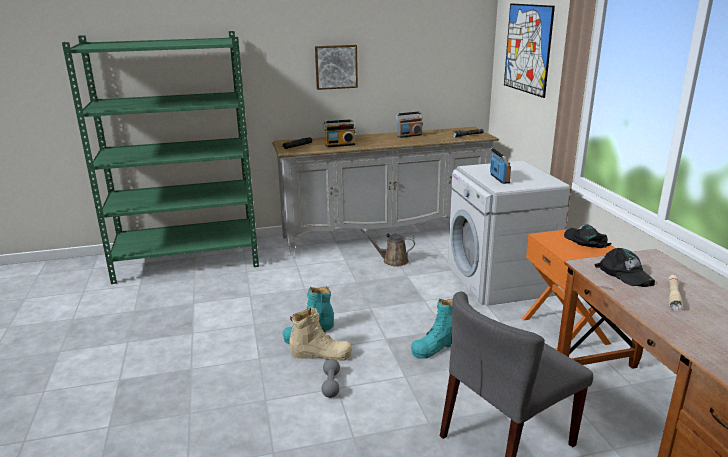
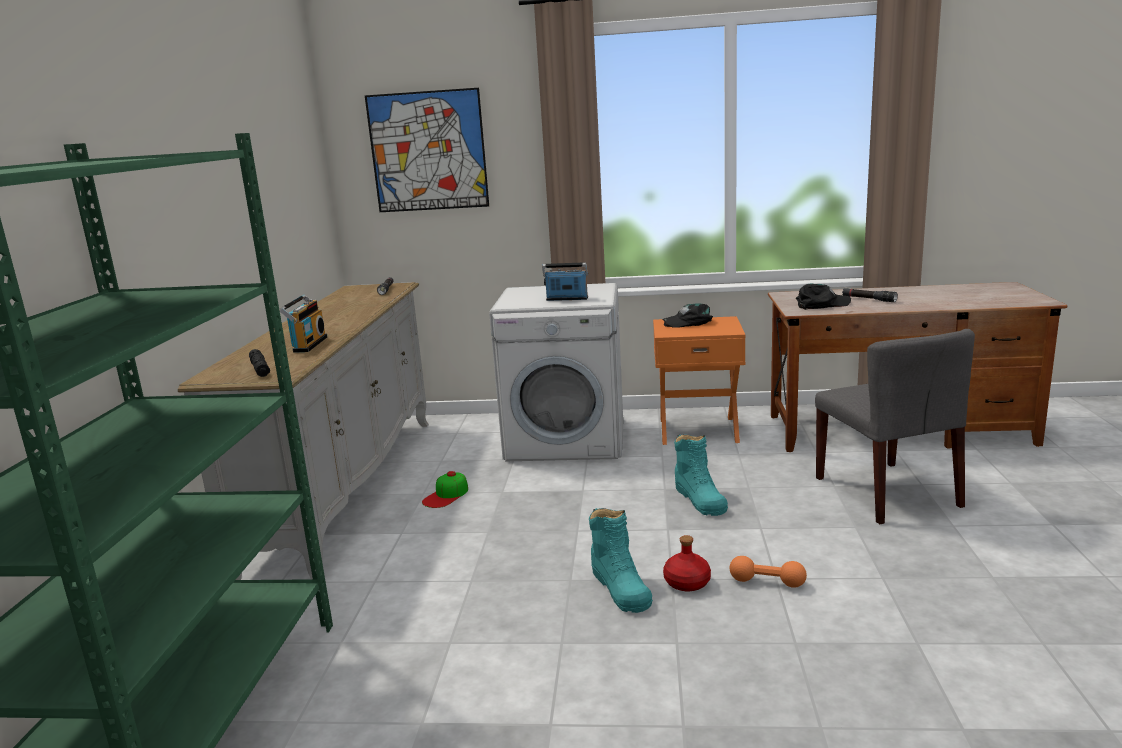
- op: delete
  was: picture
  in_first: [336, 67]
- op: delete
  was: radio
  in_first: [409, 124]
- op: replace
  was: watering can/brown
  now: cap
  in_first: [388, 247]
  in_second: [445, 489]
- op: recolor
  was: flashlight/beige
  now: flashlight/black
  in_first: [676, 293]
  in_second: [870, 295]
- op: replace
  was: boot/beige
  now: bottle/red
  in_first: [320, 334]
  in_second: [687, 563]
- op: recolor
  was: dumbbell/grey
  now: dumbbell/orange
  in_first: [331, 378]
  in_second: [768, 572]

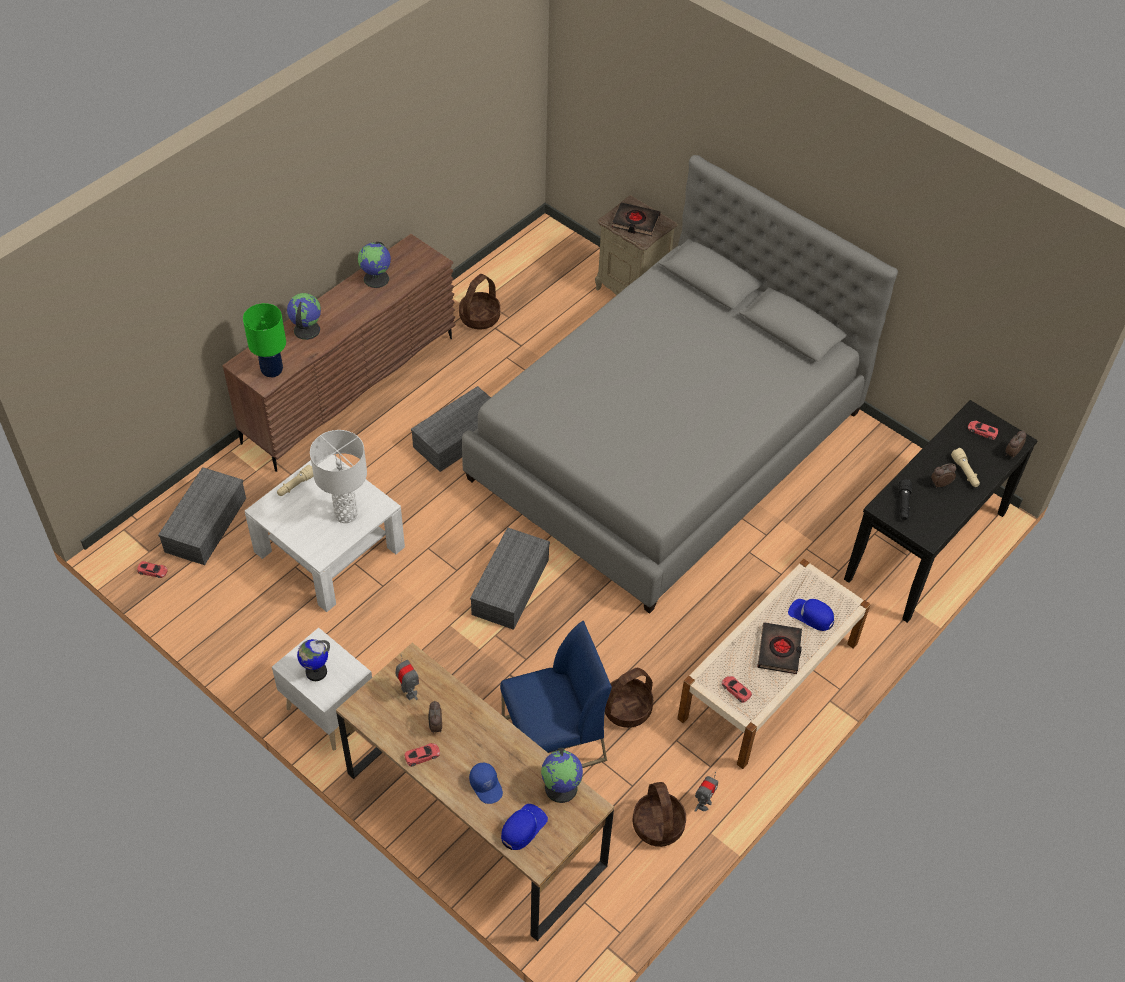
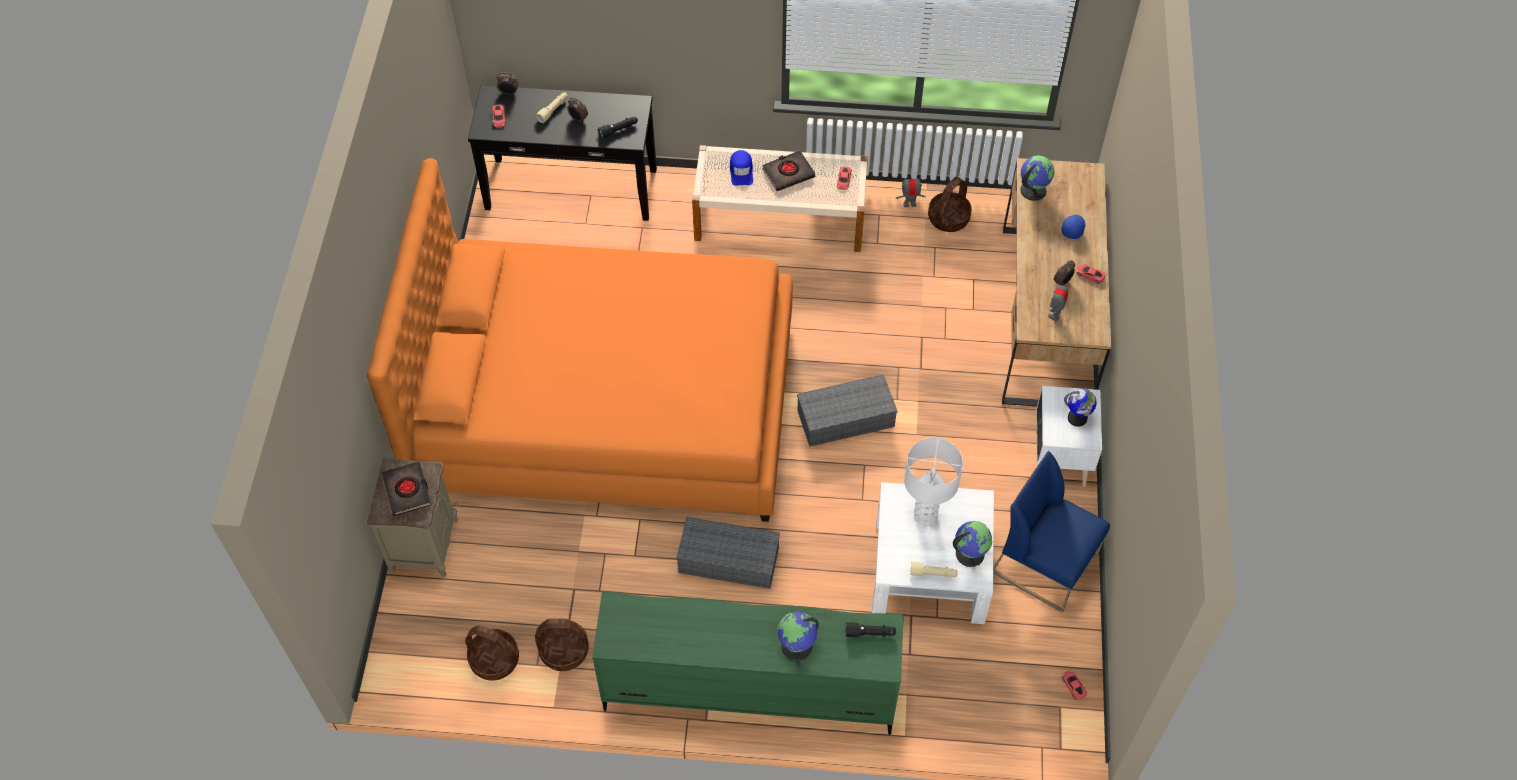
- op: recolor
  was: bed/grey
  now: bed/orange
  in_first: [680, 384]
  in_second: [580, 340]
- op: recolor
  was: dresser/brown
  now: dresser/green
  in_first: [339, 353]
  in_second: [748, 663]
- op: move
  was: globe
  in_first: [374, 265]
  in_second: [972, 544]
- op: replace
  was: table lamp/green
  now: flashlight/black
  in_first: [264, 340]
  in_second: [871, 629]
- op: delete
  was: storage box/grey
  in_first: [202, 516]
- op: move
  was: chair/blue
  in_first: [556, 694]
  in_second: [1051, 532]
- op: move
  was: basket
  in_first: [629, 698]
  in_second: [492, 653]
- op: delete
  was: cap/blue
  in_first: [524, 827]

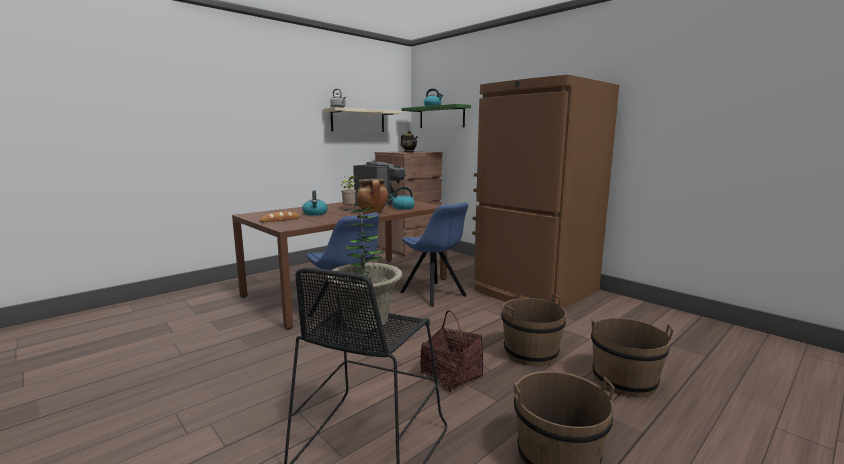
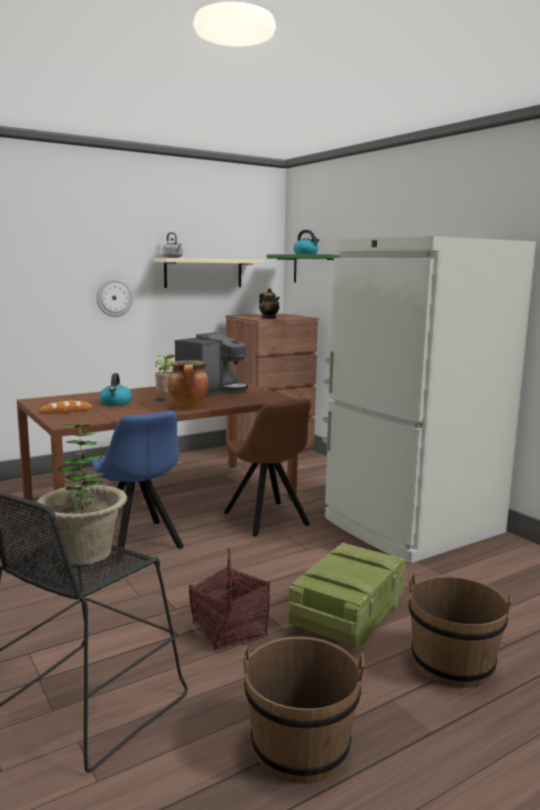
- op: recolor
  was: fridge/brown
  now: fridge/white
  in_first: [545, 191]
  in_second: [429, 399]
- op: delete
  was: kettle
  in_first: [402, 198]
- op: recolor
  was: chair/blue
  now: chair/brown
  in_first: [434, 254]
  in_second: [267, 467]
- op: replace
  was: bucket/brown
  now: crate
  in_first: [534, 330]
  in_second: [347, 595]
- op: insert
  now: wall clock
  in_second: [114, 298]

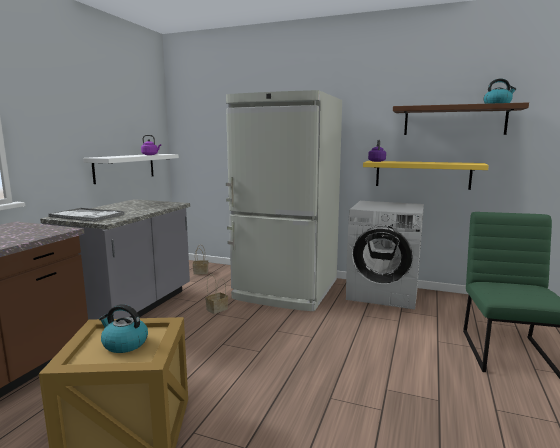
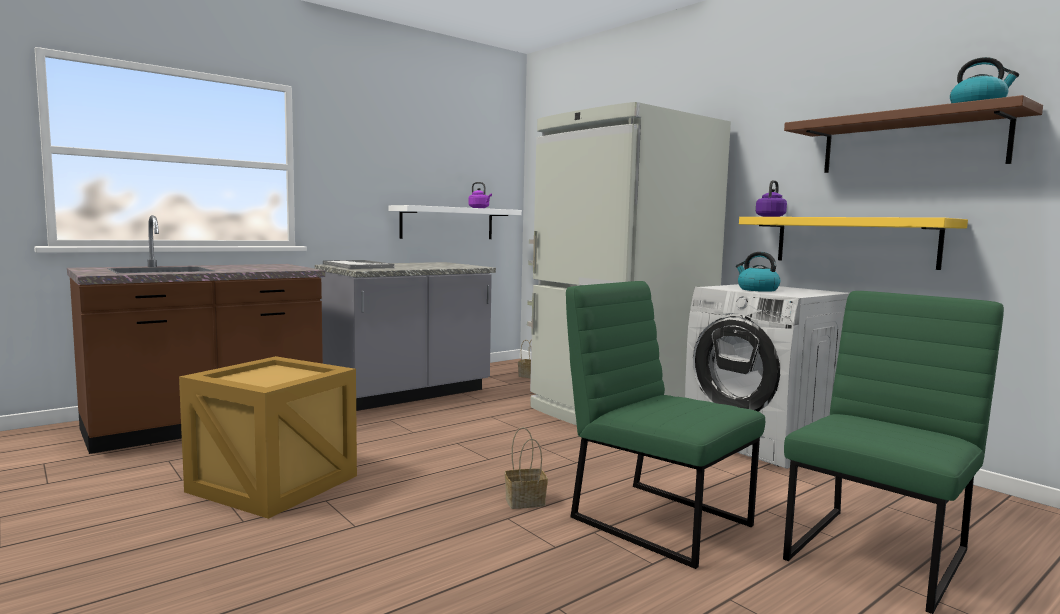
- op: move
  was: basket
  in_first: [216, 294]
  in_second: [526, 468]
- op: move
  was: kettle
  in_first: [123, 328]
  in_second: [758, 272]
- op: insert
  now: chair/green
  in_second: [665, 425]

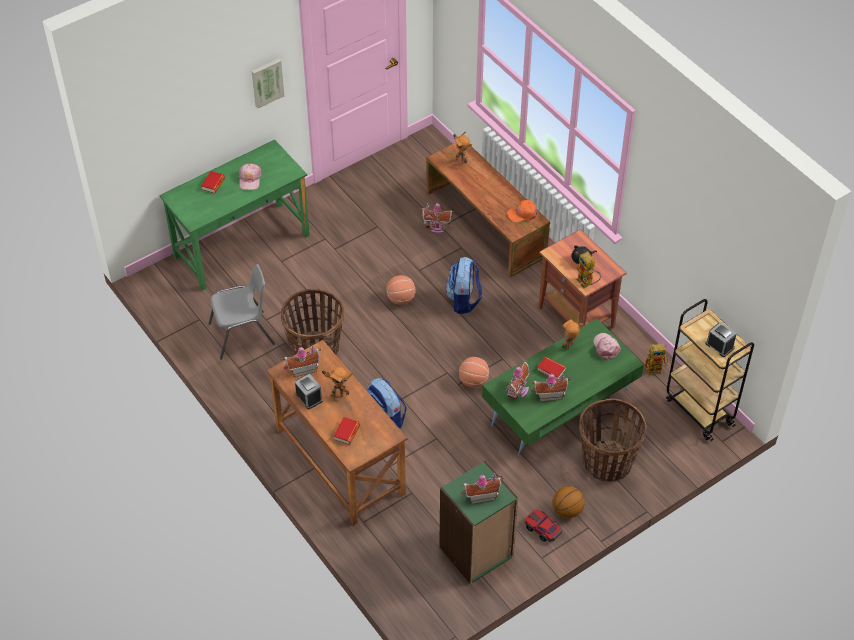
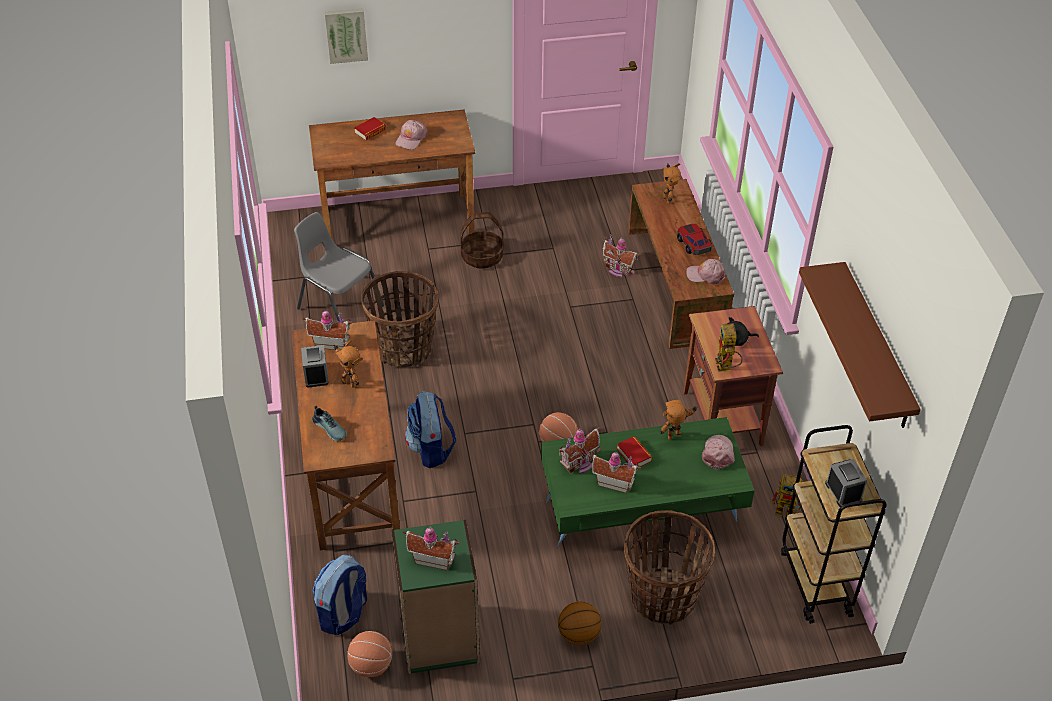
- op: move
  was: picture
  in_first: [268, 83]
  in_second: [346, 36]
- op: recolor
  was: desk/green
  now: desk/brown
  in_first: [234, 215]
  in_second: [392, 173]
- op: recolor
  was: cap/orange
  now: cap/pink
  in_first: [523, 211]
  in_second: [706, 271]
- op: move
  was: backpack
  in_first: [463, 285]
  in_second: [339, 595]
- op: rotate
  was: chair/grey
  in_first: [241, 312]
  in_second: [339, 266]
  clockwise: -150
- op: move
  was: basketball
  in_first: [400, 290]
  in_second: [369, 654]
- op: replace
  was: book
  now: shoe
  in_first: [347, 431]
  in_second: [329, 423]
- op: move
  was: toy car
  in_first: [543, 525]
  in_second: [694, 239]
- op: insert
  now: basket
  in_second: [482, 240]
- op: insert
  now: shelf/brown
  in_second: [860, 345]

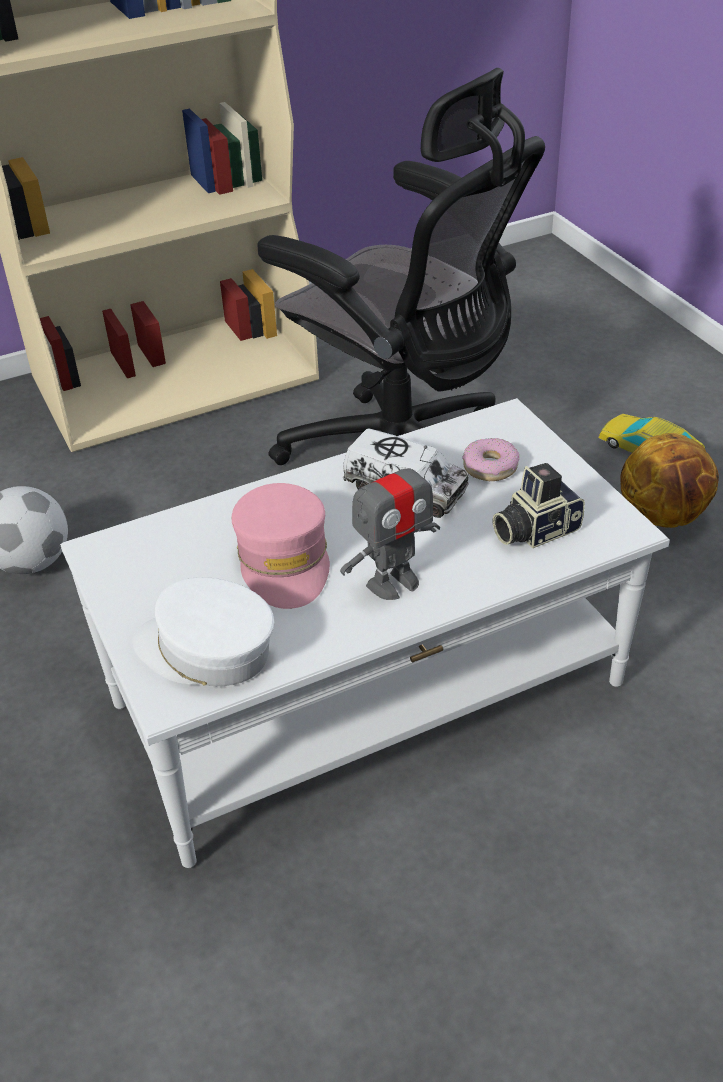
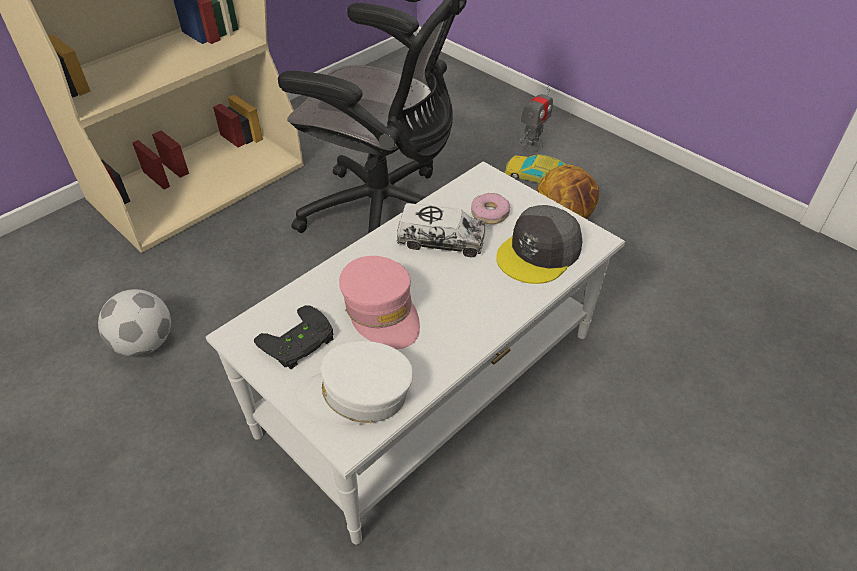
- op: move
  was: toy robot
  in_first: [390, 522]
  in_second: [536, 117]
- op: replace
  was: photo camera
  now: cap/grey
  in_first: [538, 505]
  in_second: [539, 244]
- op: insert
  now: game controller/black
  in_second: [293, 337]

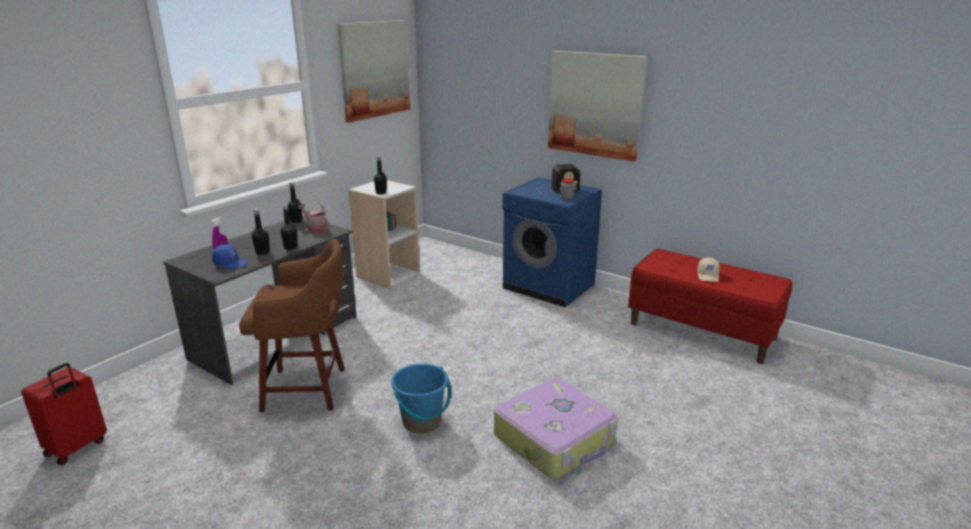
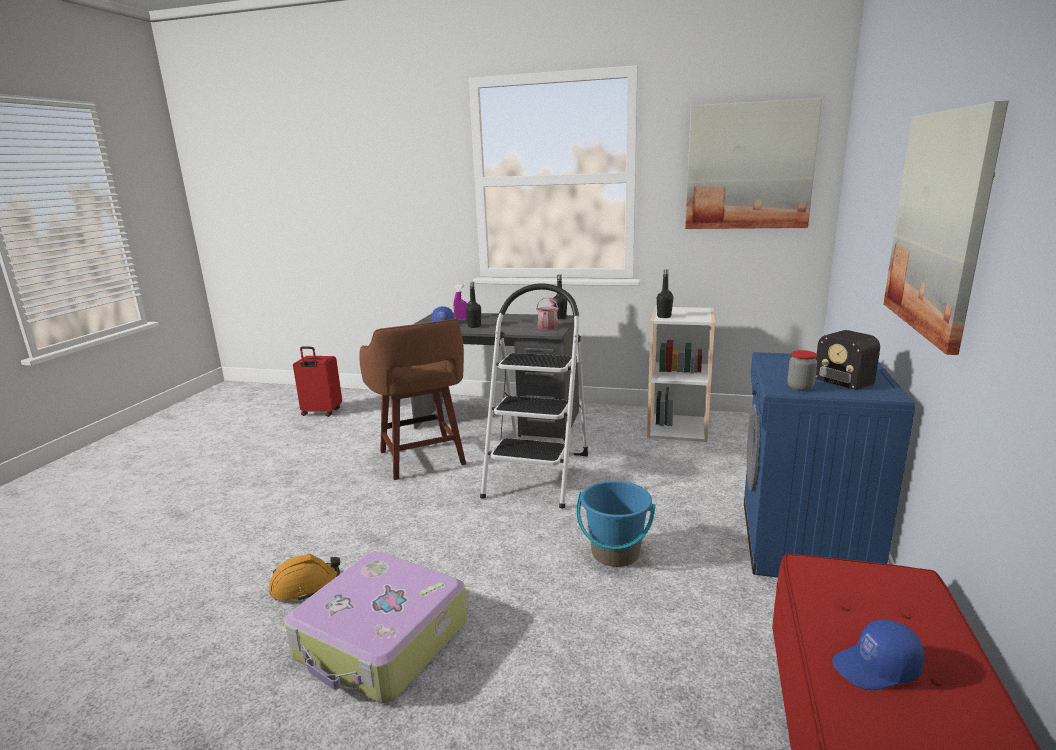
- op: delete
  was: bottle/black
  in_first: [288, 227]
- op: recolor
  was: cap/beige
  now: cap/blue
  in_first: [708, 269]
  in_second: [878, 654]
- op: move
  was: bucket/blue
  in_first: [421, 398]
  in_second: [616, 524]
- op: insert
  now: step ladder
  in_second: [534, 395]
- op: insert
  now: hard hat/orange
  in_second: [304, 577]

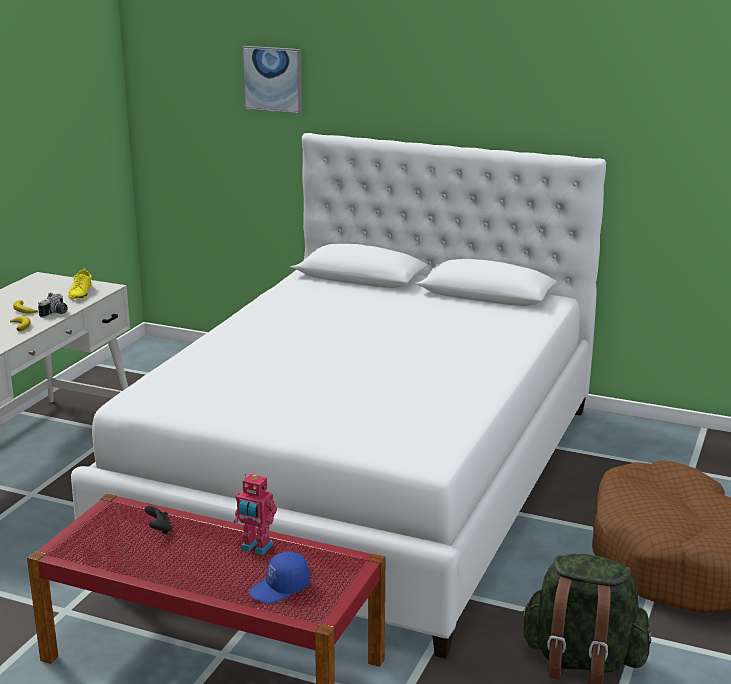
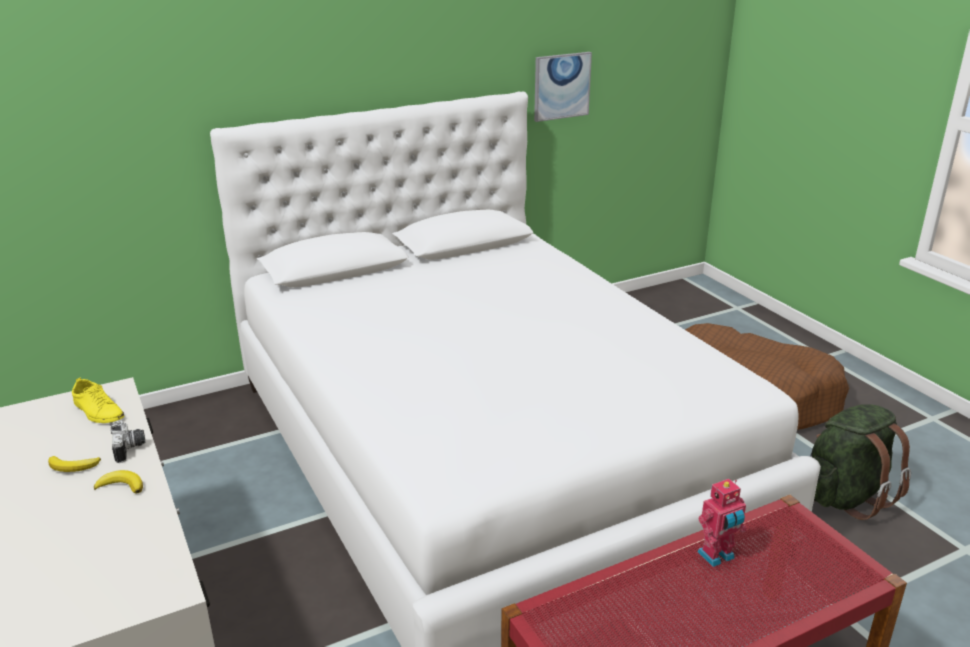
- op: move
  was: picture
  in_first: [272, 80]
  in_second: [563, 87]
- op: delete
  was: game controller/black
  in_first: [158, 520]
- op: delete
  was: cap/blue
  in_first: [279, 578]

